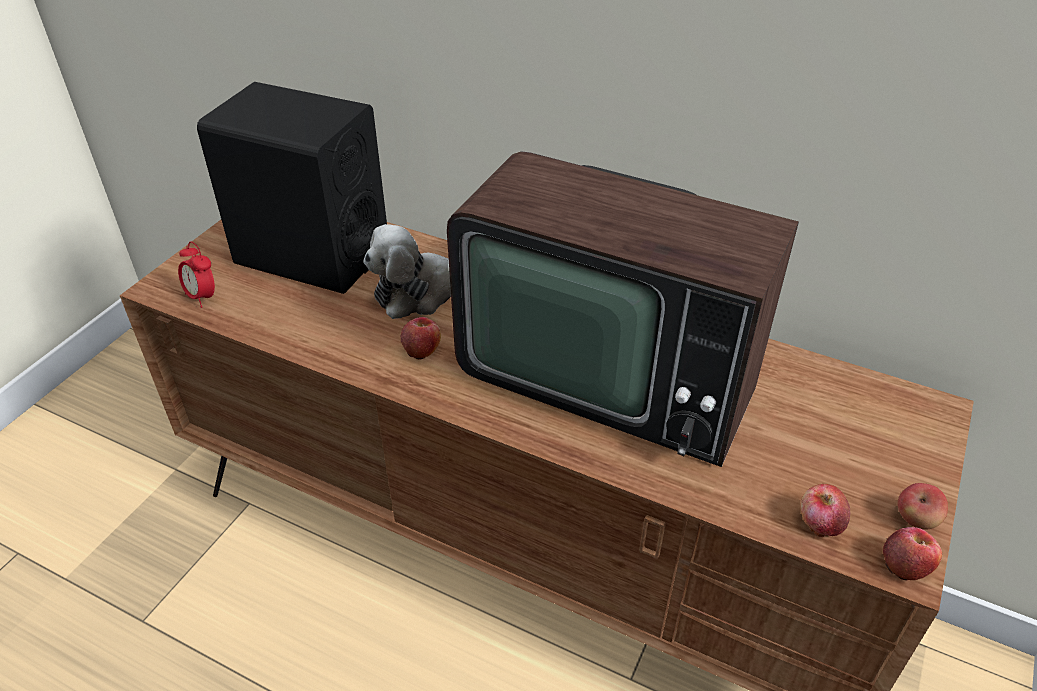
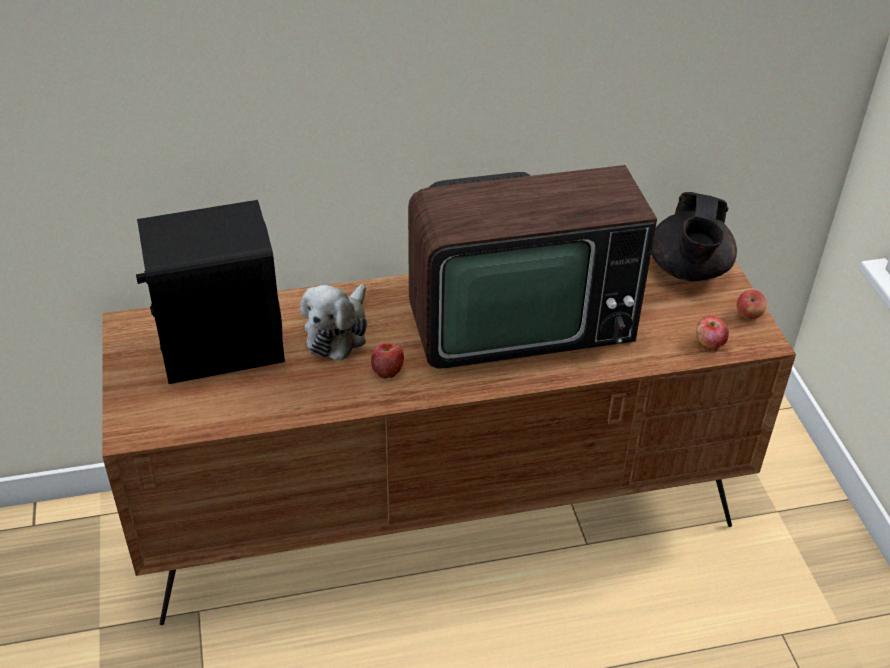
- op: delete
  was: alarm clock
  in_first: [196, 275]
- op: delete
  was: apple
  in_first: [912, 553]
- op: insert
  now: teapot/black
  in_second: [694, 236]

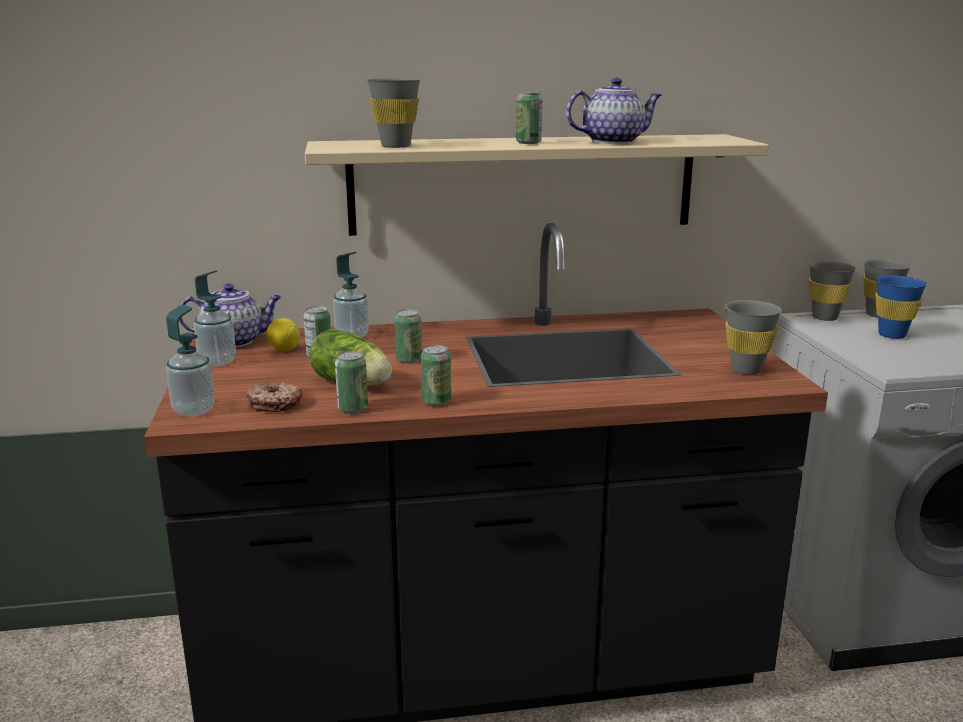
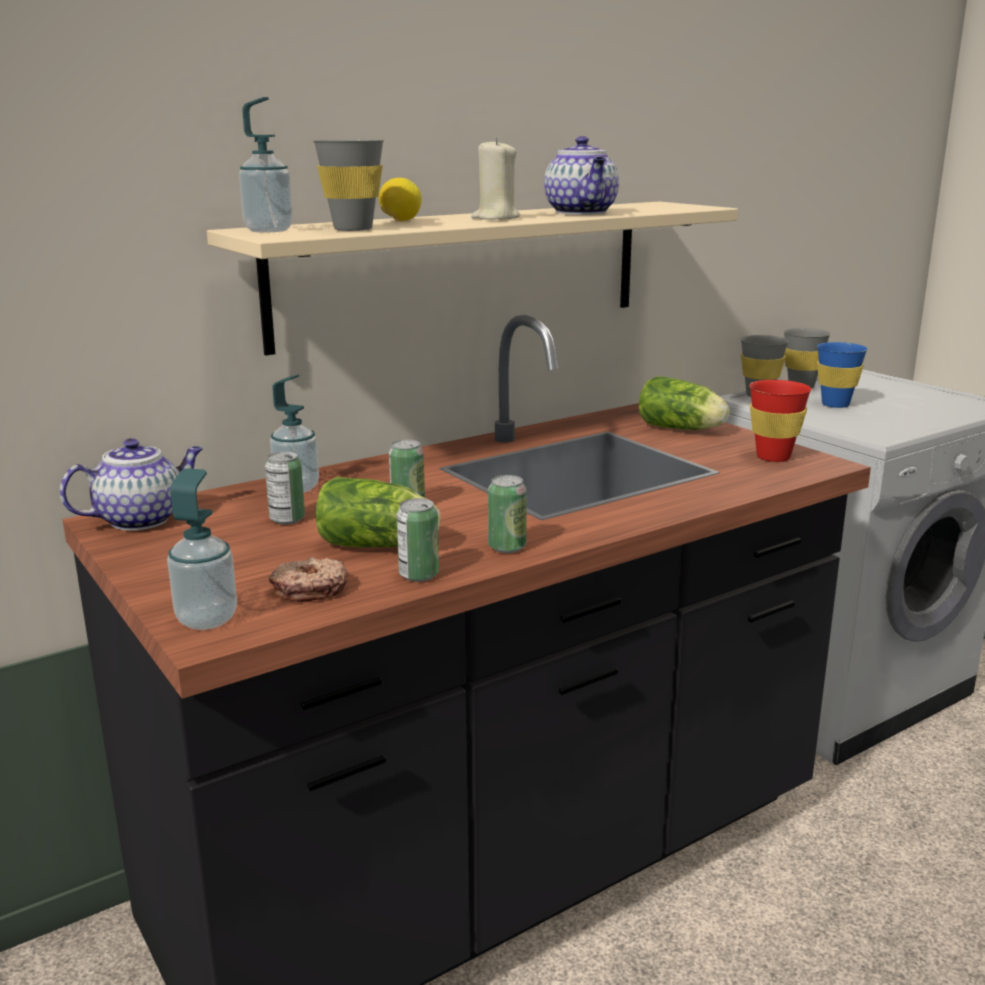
- op: rotate
  was: teapot
  in_first: [614, 111]
  in_second: [581, 175]
  clockwise: 120
- op: replace
  was: can
  now: candle/beige
  in_first: [529, 118]
  in_second: [495, 179]
- op: move
  was: soap dispenser
  in_first: [215, 318]
  in_second: [266, 165]
- op: recolor
  was: cup/grey
  now: cup/red
  in_first: [753, 337]
  in_second: [780, 421]
- op: move
  was: lemon
  in_first: [283, 334]
  in_second: [400, 199]
- op: insert
  now: lettuce
  in_second: [684, 403]

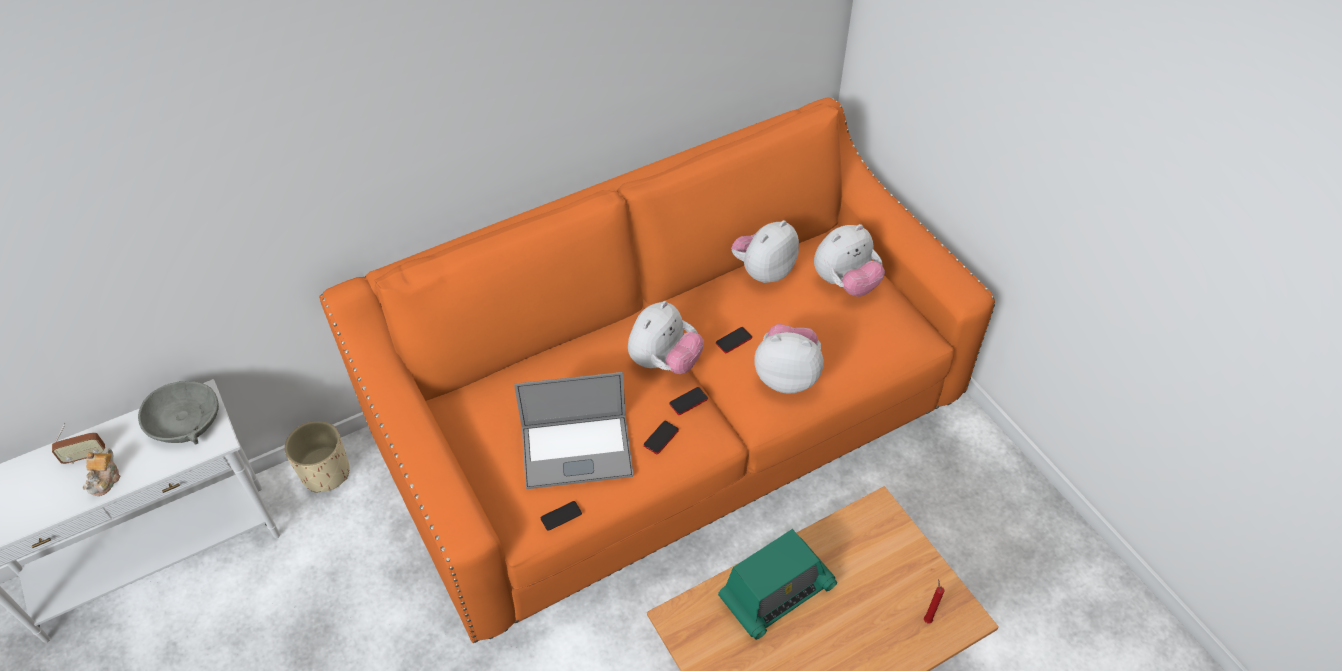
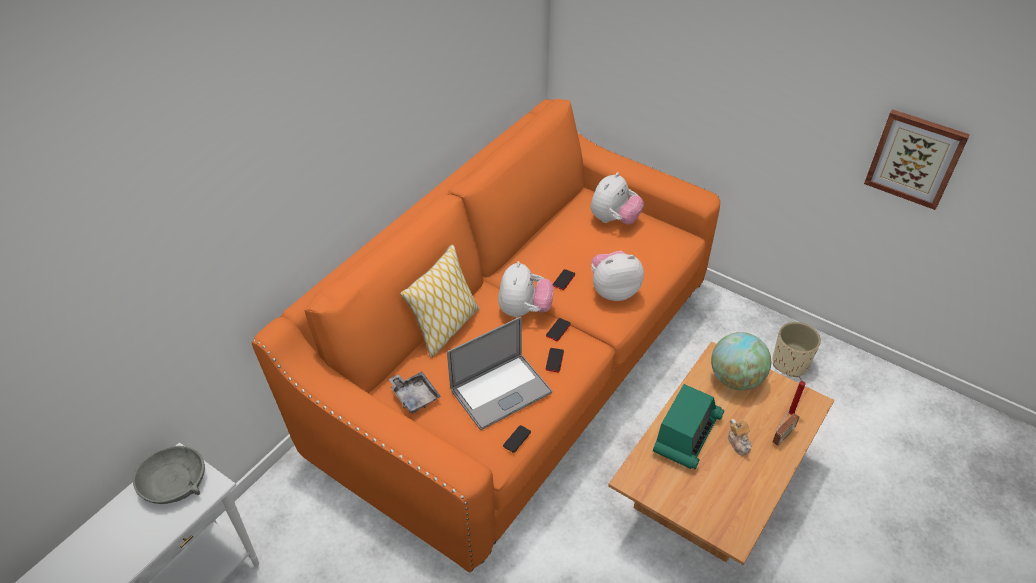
- op: delete
  was: plush toy
  in_first: [765, 251]
- op: move
  was: planter/beige
  in_first: [317, 457]
  in_second: [796, 349]
- op: move
  was: radio
  in_first: [78, 443]
  in_second: [786, 428]
- op: move
  was: teapot
  in_first: [101, 472]
  in_second: [740, 437]
- op: insert
  now: picture
  in_second: [917, 159]
- op: insert
  now: pillow
  in_second: [439, 301]
- op: insert
  now: globe
  in_second: [741, 361]
- op: insert
  now: tray/grey
  in_second: [415, 392]

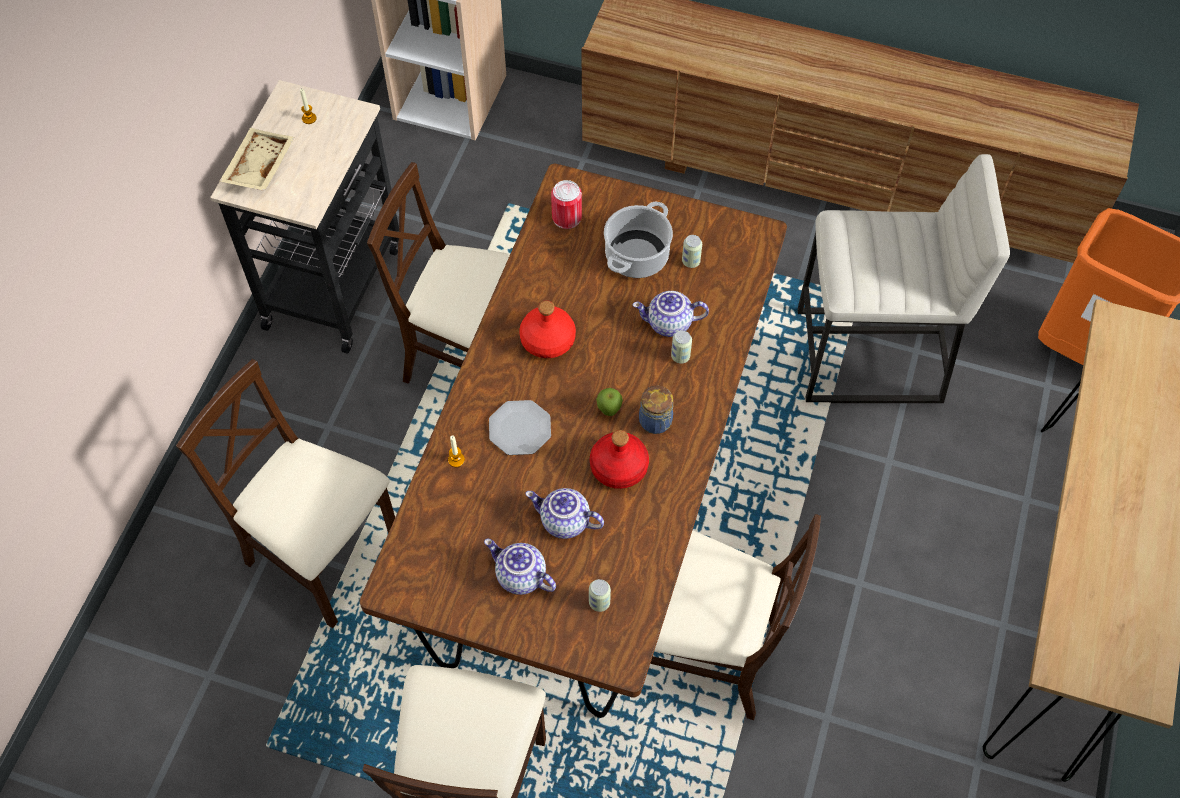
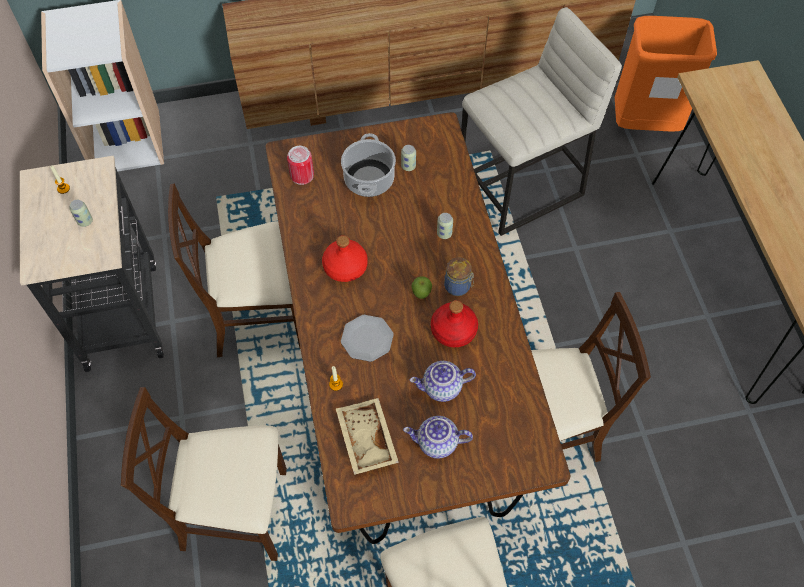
- op: move
  was: tray/beige
  in_first: [257, 159]
  in_second: [367, 436]
- op: delete
  was: teapot
  in_first: [670, 314]
- op: move
  was: can
  in_first: [600, 595]
  in_second: [81, 213]

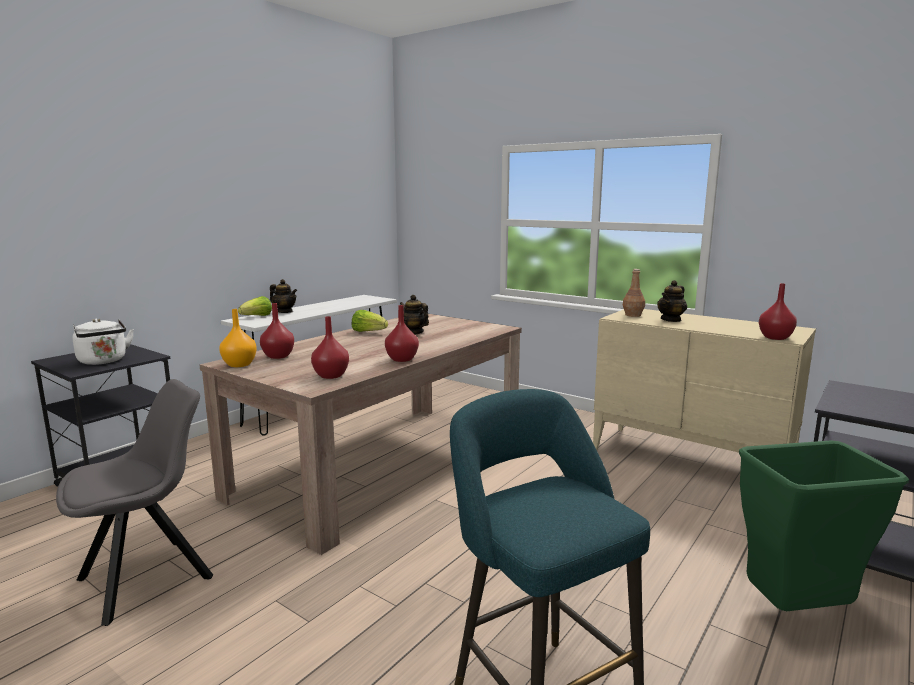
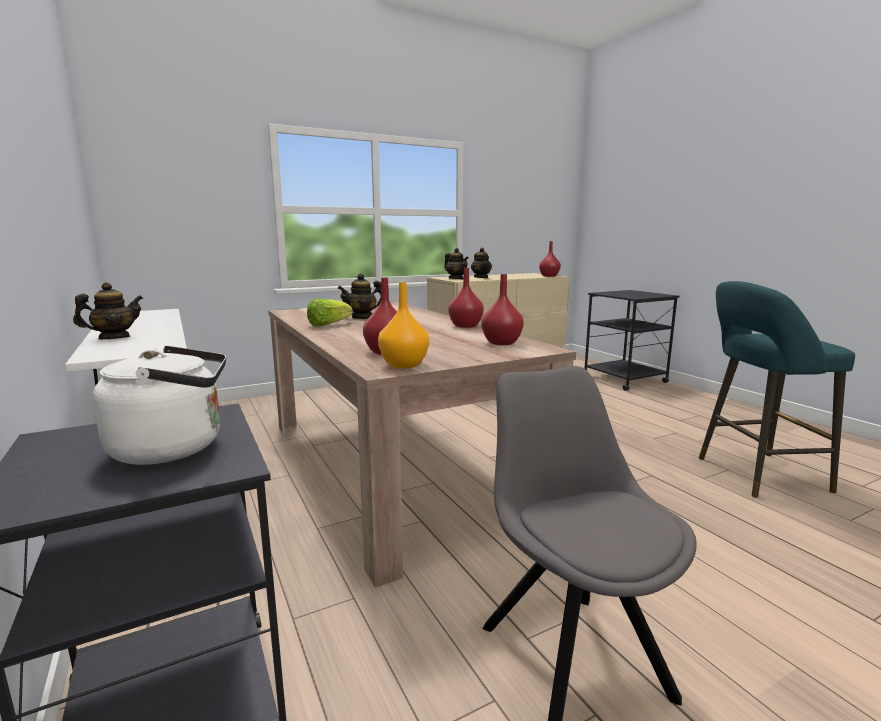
- op: replace
  was: bottle/brown
  now: teapot
  in_first: [634, 293]
  in_second: [456, 263]
- op: delete
  was: lettuce
  in_first: [255, 306]
- op: delete
  was: trash can/green
  in_first: [824, 525]

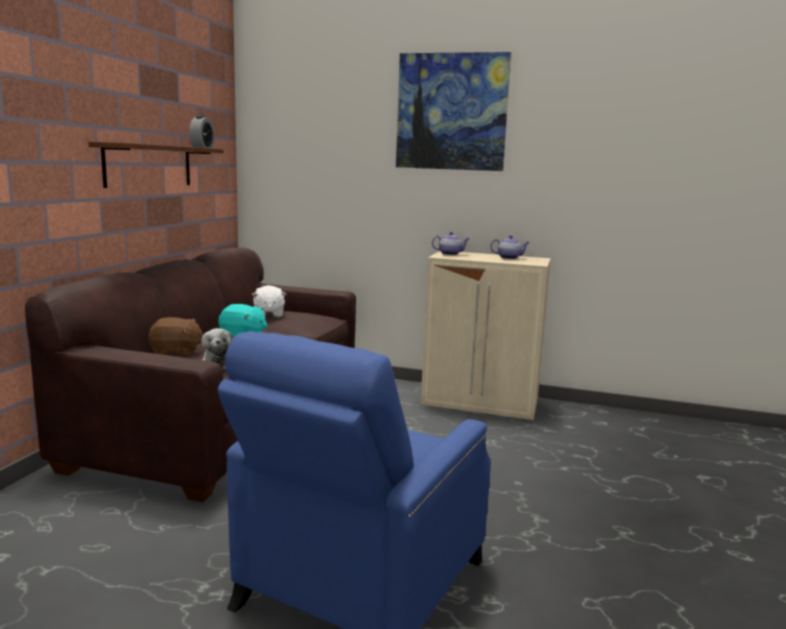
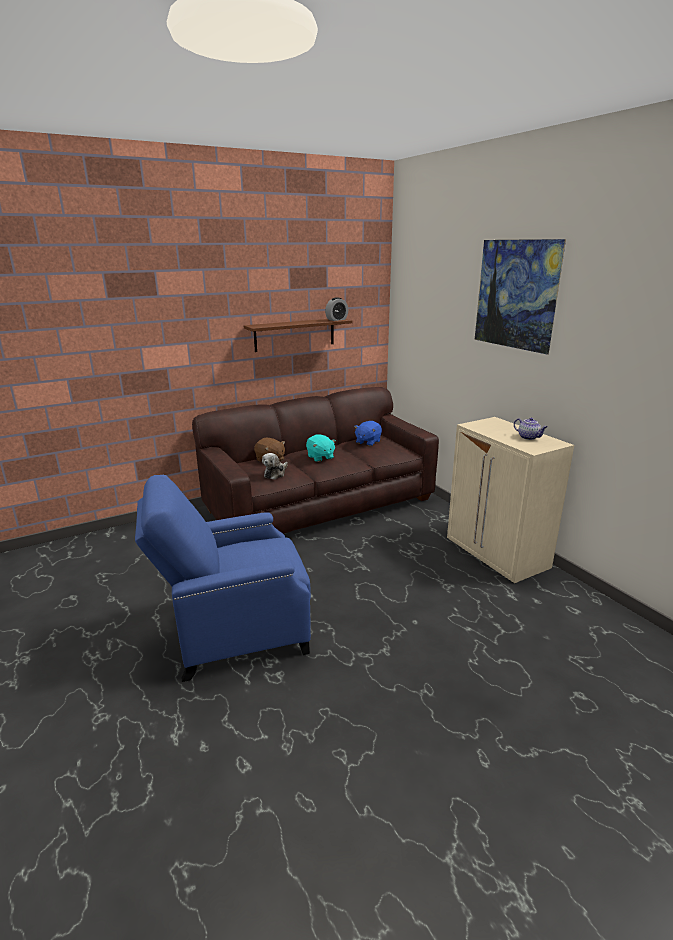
- op: delete
  was: teapot
  in_first: [451, 243]
- op: recolor
  was: plush toy/white
  now: plush toy/blue
  in_first: [269, 301]
  in_second: [368, 433]

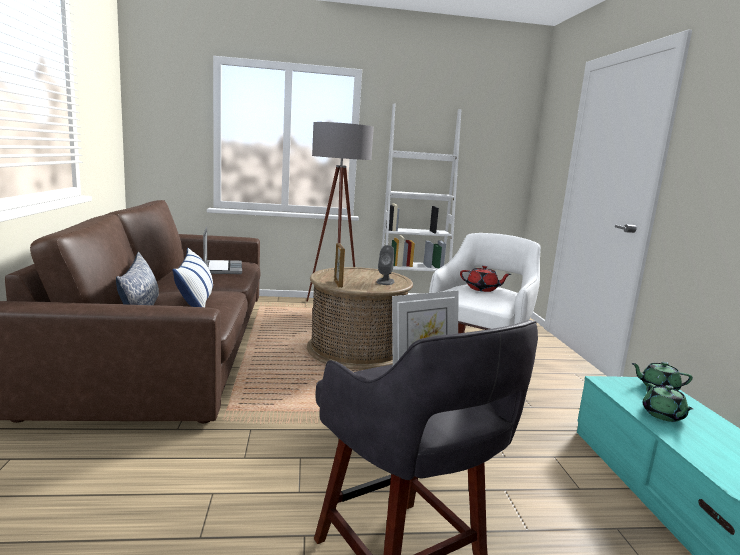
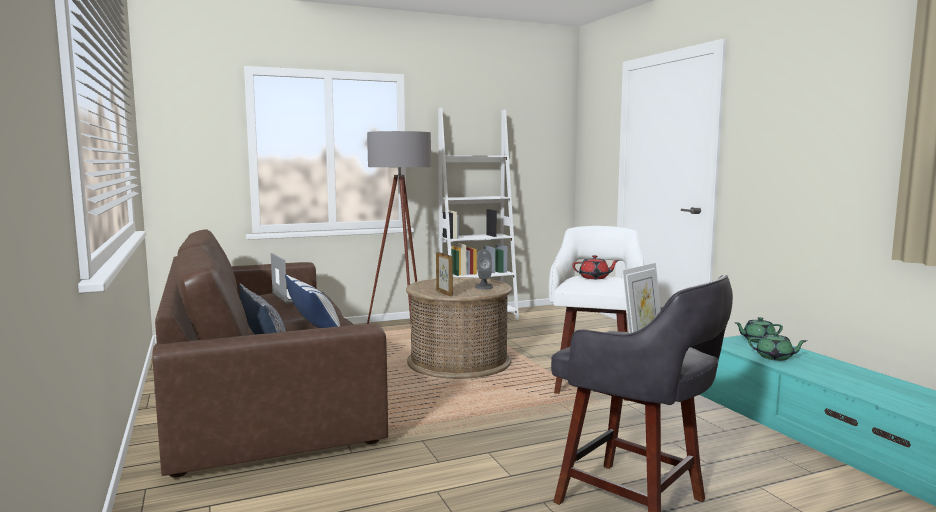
- op: rotate
  was: teapot/green
  in_first: [668, 402]
  in_second: [777, 346]
  clockwise: -45

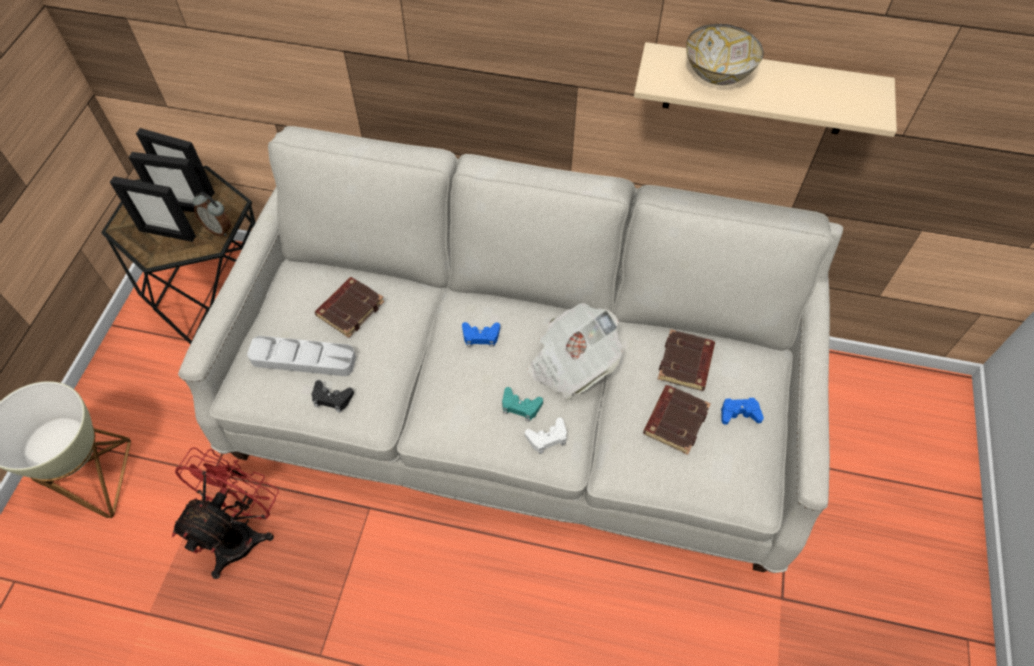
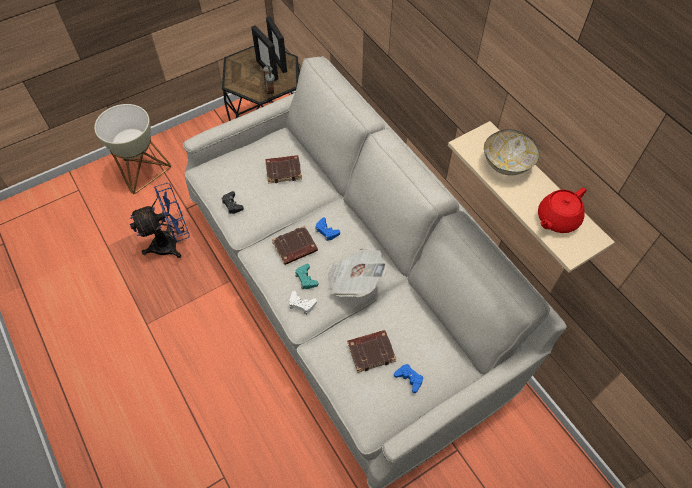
- op: delete
  was: picture frame
  in_first: [153, 209]
- op: move
  was: book/brown
  in_first: [686, 360]
  in_second: [295, 245]
- op: delete
  was: tray/grey
  in_first: [301, 356]
- op: recolor
  was: fan/red
  now: fan/blue
  in_first: [225, 513]
  in_second: [160, 220]
- op: insert
  now: teapot/red
  in_second: [562, 210]

